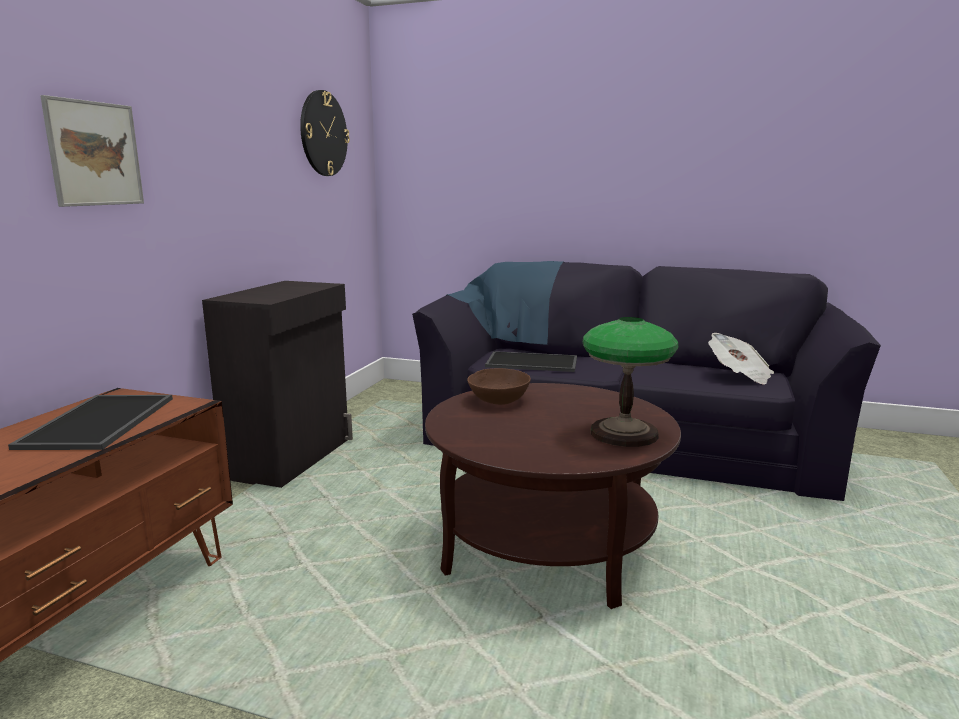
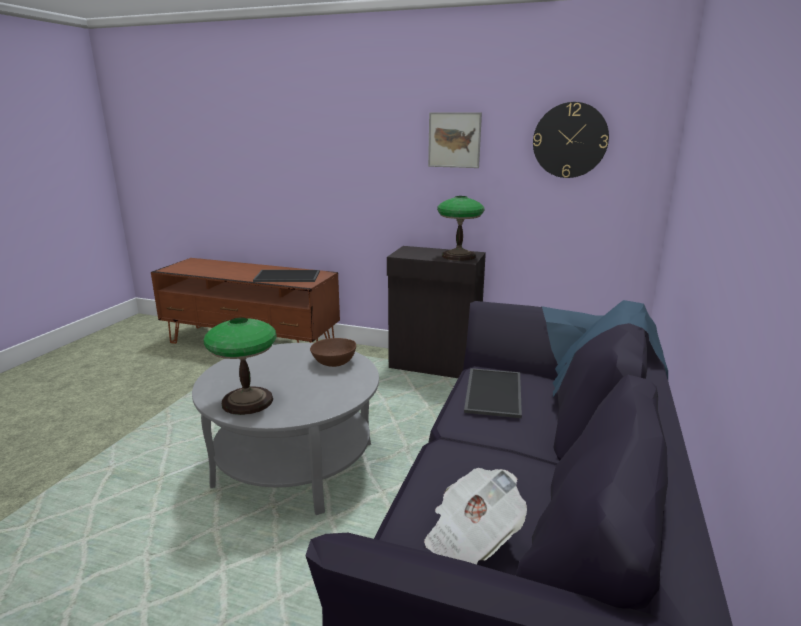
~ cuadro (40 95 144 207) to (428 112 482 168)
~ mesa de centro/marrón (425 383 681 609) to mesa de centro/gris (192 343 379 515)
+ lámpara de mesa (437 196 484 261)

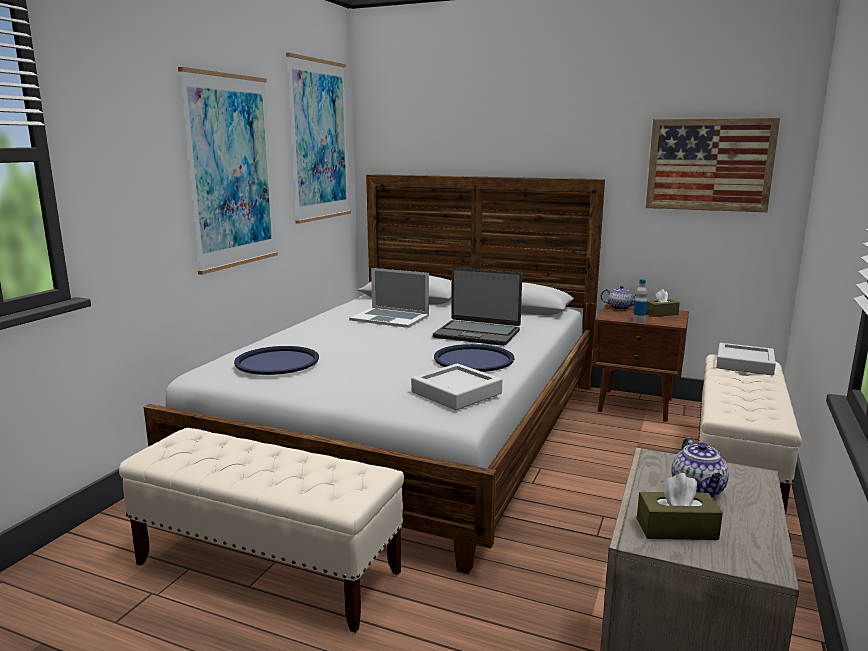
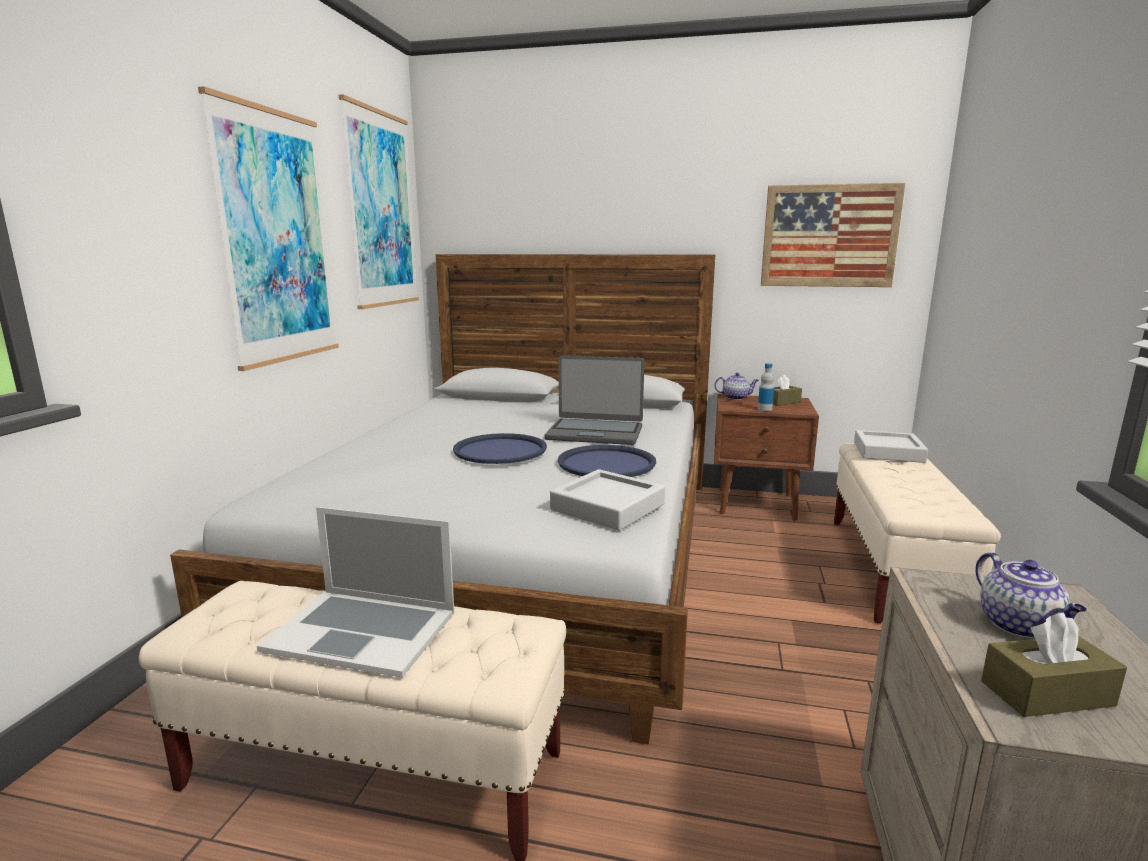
~ bandeja/azul (234 346 319 375) to (453 433 547 464)
~ portátil (349 268 429 328) to (257 507 454 678)

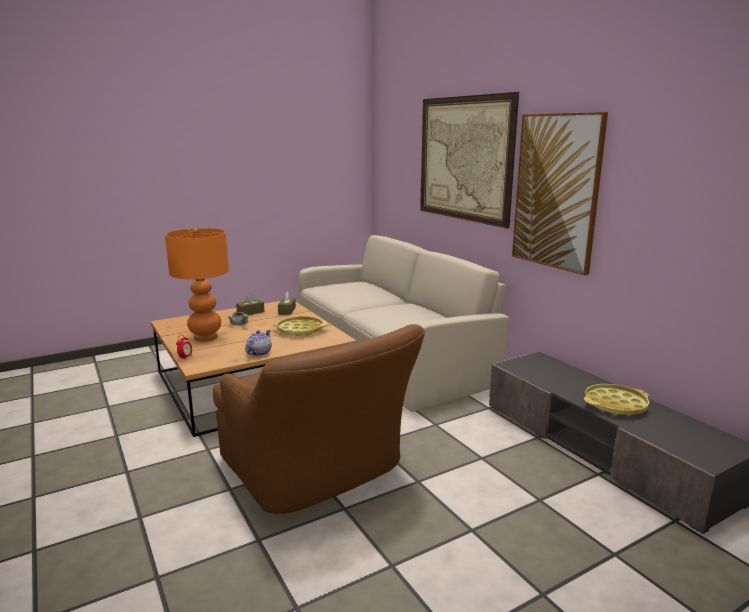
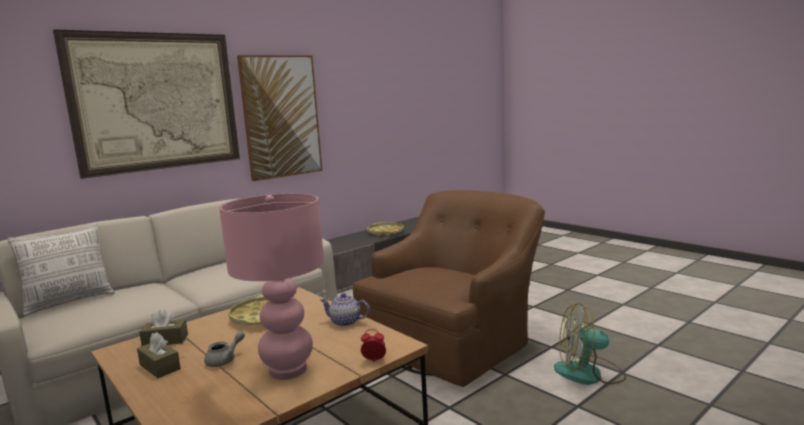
~ lámpara de mesa/naranja (165 228 229 342) to lámpara de mesa/rosa (219 193 324 380)
+ cojín (7 224 115 316)
+ ventilador (554 303 626 385)

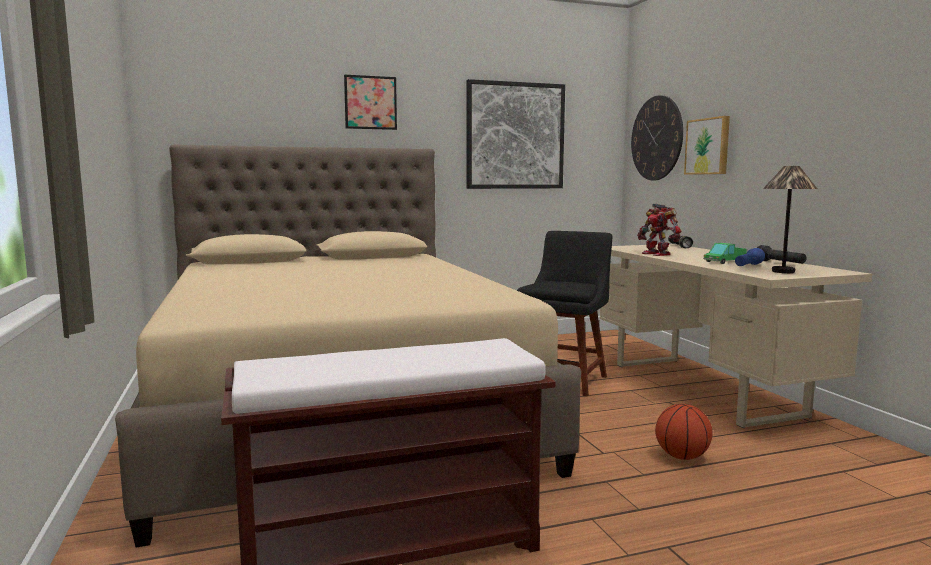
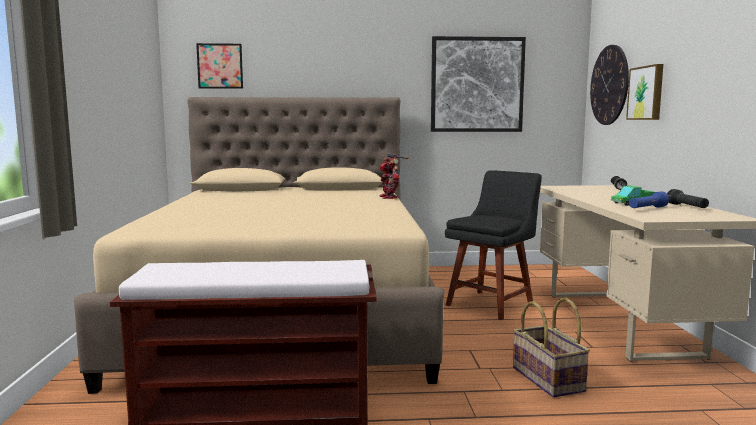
~ cuadro (344 75 397 130) to (196 43 243 89)
~ robot de juguete (637 203 681 256) to (379 153 409 199)
~ balón de baloncesto (655 404 712 460) to cesta (513 297 590 397)
- lámpara de mesa (763 166 817 273)

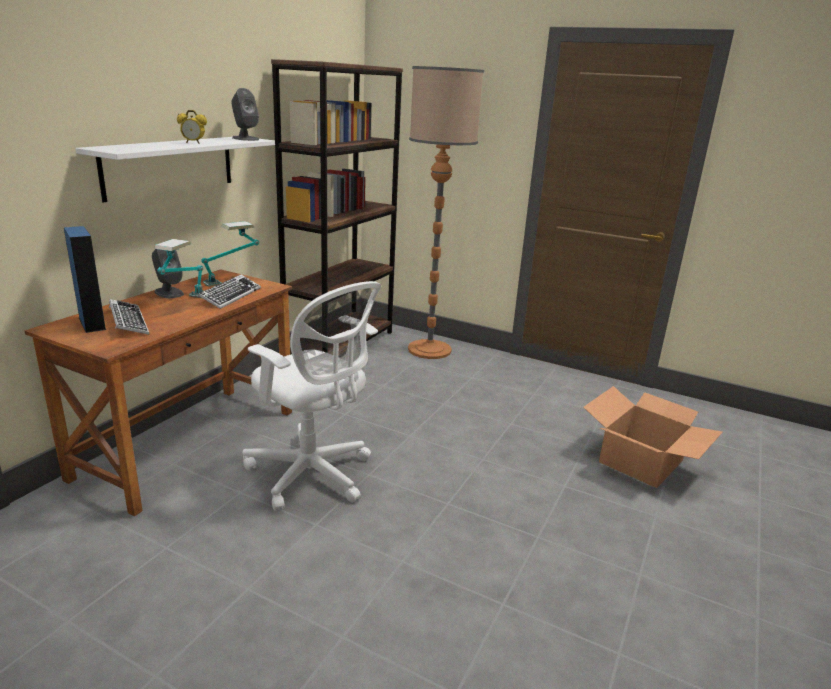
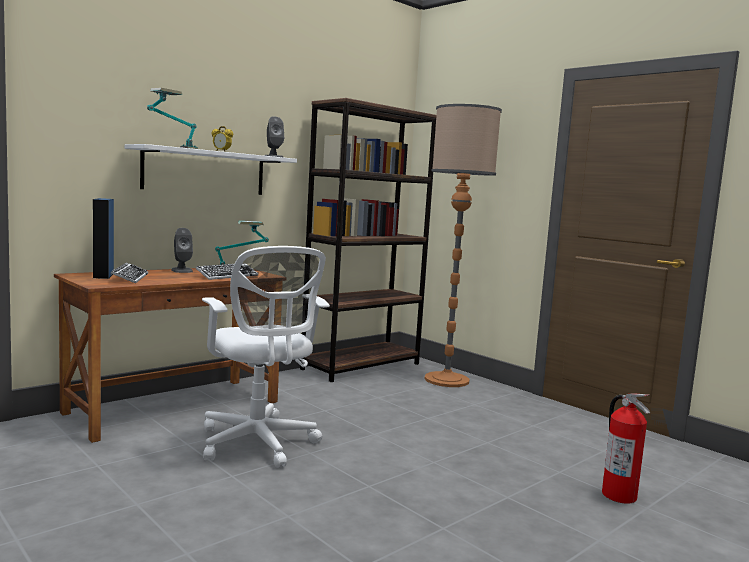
~ lámpara de mesa (154 239 203 298) to (147 88 198 149)
~ caja de cartón (583 386 723 488) to extintor (602 393 650 504)

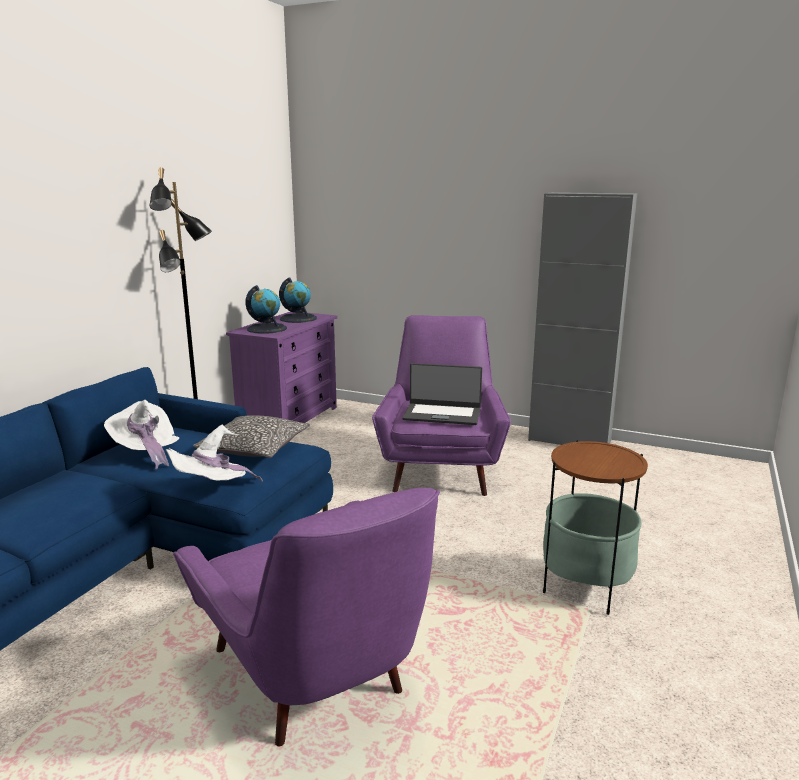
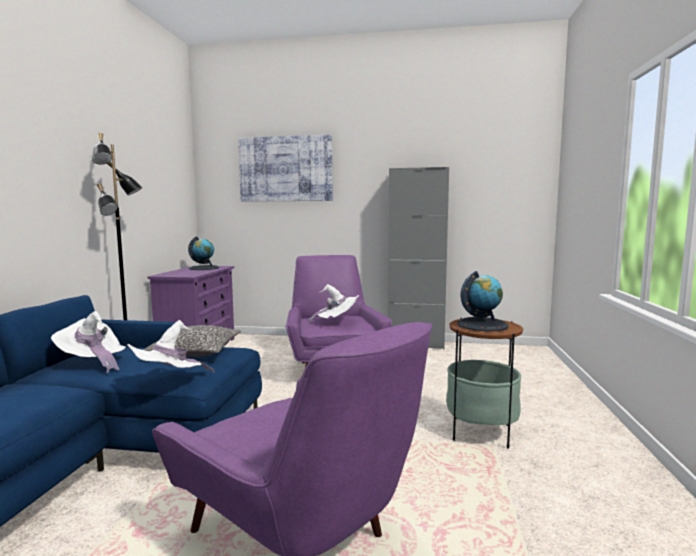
~ globo terráqueo (245 285 287 334) to (457 271 509 331)
~ portátil (402 363 482 425) to sombrero/blanco (308 284 359 324)
+ cuadro (238 135 332 202)

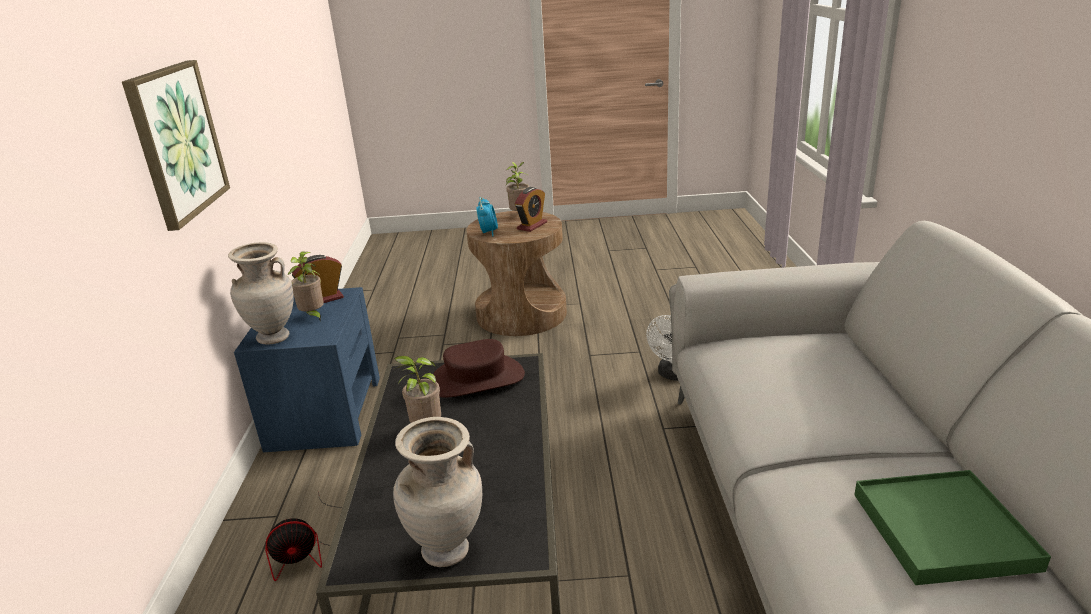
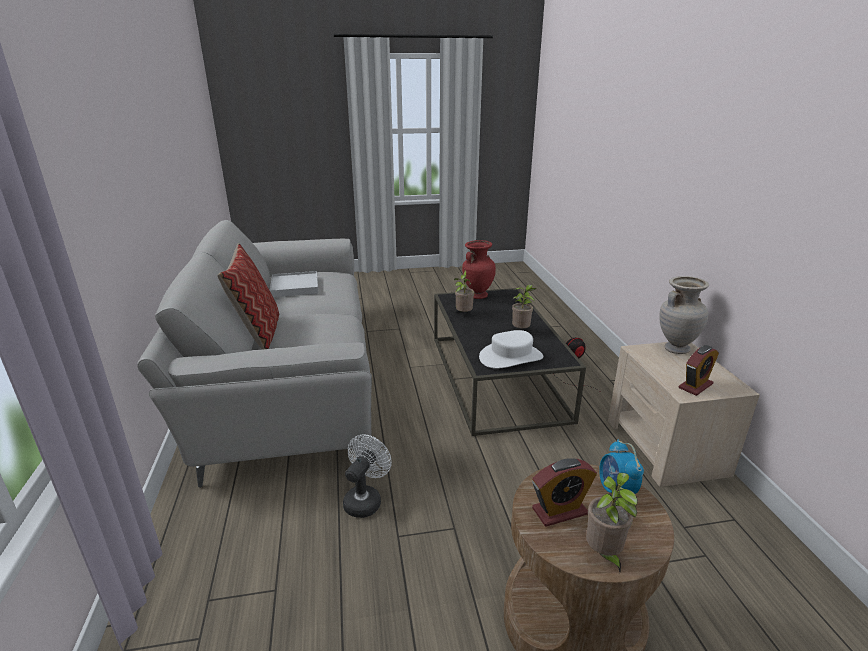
- cuadro (122 60 230 231)
~ mesita de noche/azul (234 287 380 452) to mesita de noche/beis (608 342 760 487)
~ planta en maceta (288 252 324 321) to (454 270 474 312)
~ florero/beis (393 417 482 567) to florero/rojo (462 240 496 299)
~ sombrero/marrón (433 339 525 397) to sombrero/blanco (479 330 543 369)
~ despertador (515 187 547 232) = (532 458 597 527) 135 degrees counterclockwise
~ bandeja/verde (854 470 1051 585) to bandeja/blanco (270 271 318 297)
+ cojín (217 243 279 349)

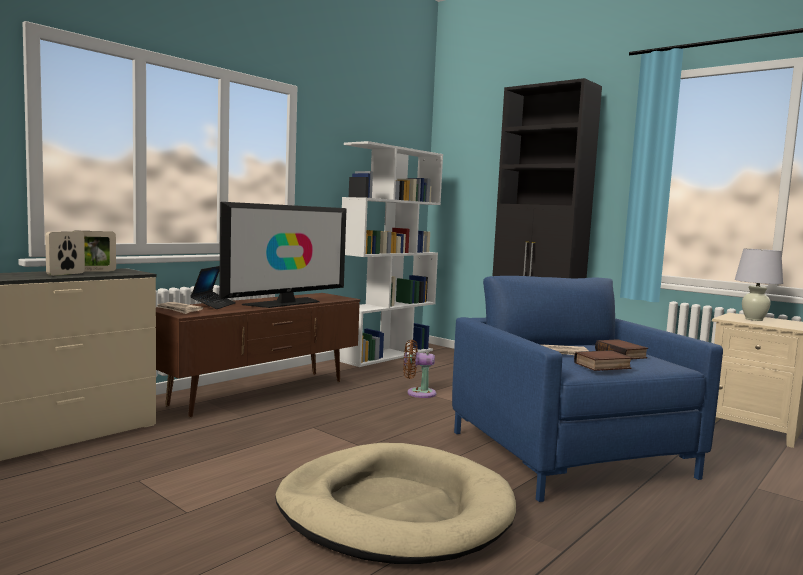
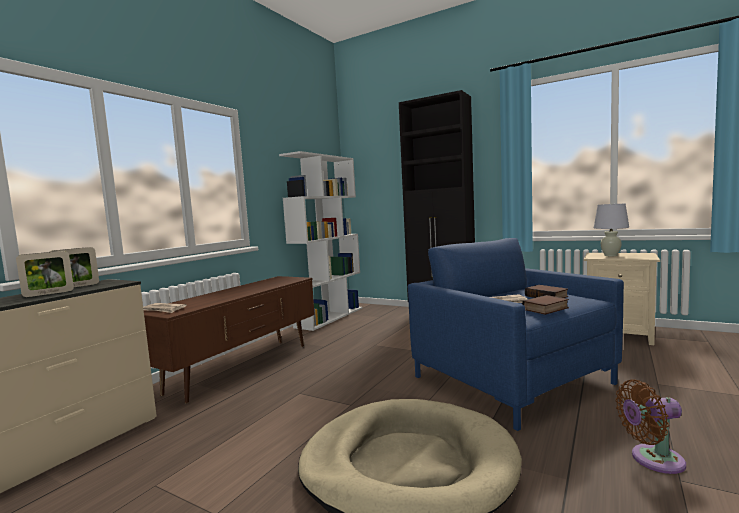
~ portarretratos (45 231 85 276) = (16 251 74 297) 135 degrees counterclockwise
- portátil (190 266 236 309)
- televisor (219 202 347 308)
~ ventilador/marrón (403 339 437 398) to (615 380 686 474)

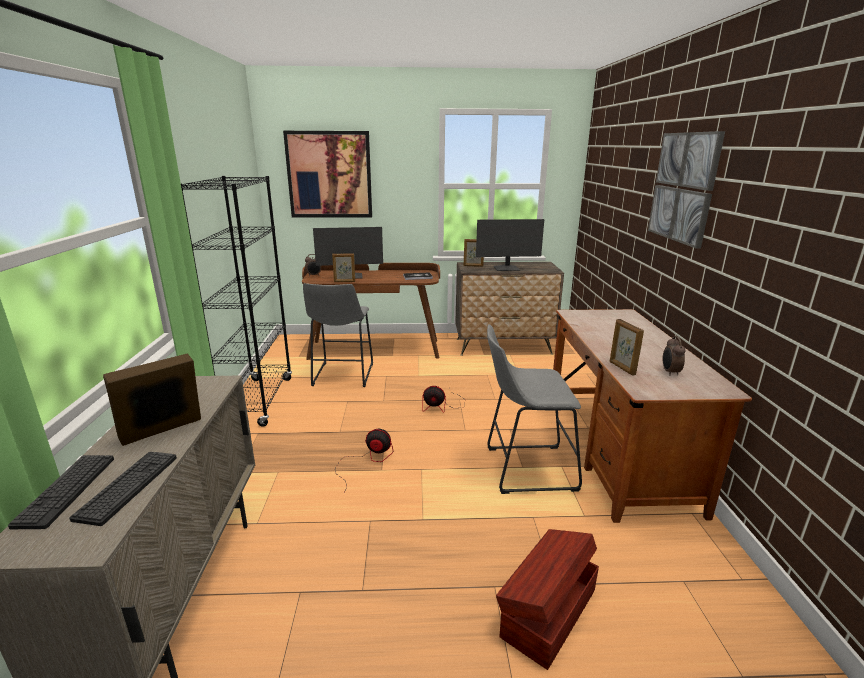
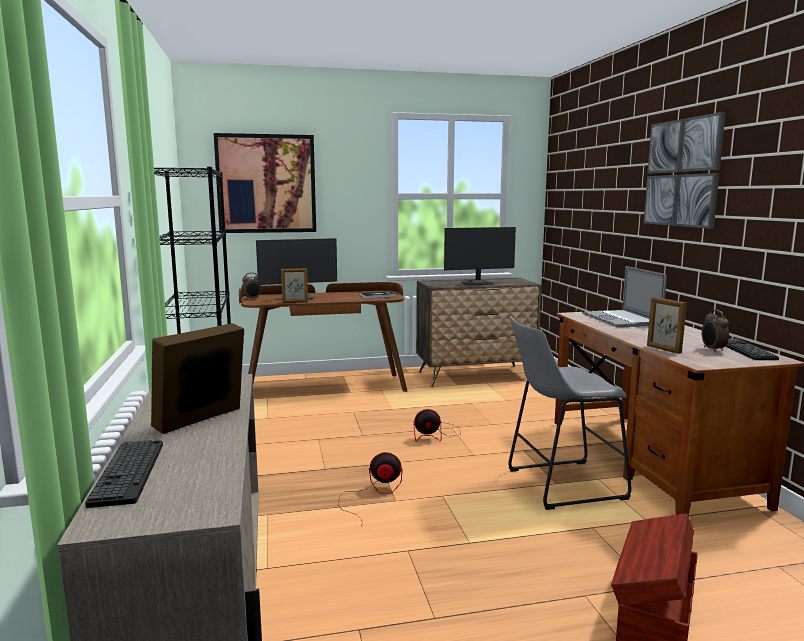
~ teclado (69 452 177 526) to (725 339 779 360)
- taburete/gris (303 283 373 387)
- portarretratos (464 239 484 267)
+ portátil (582 266 667 327)

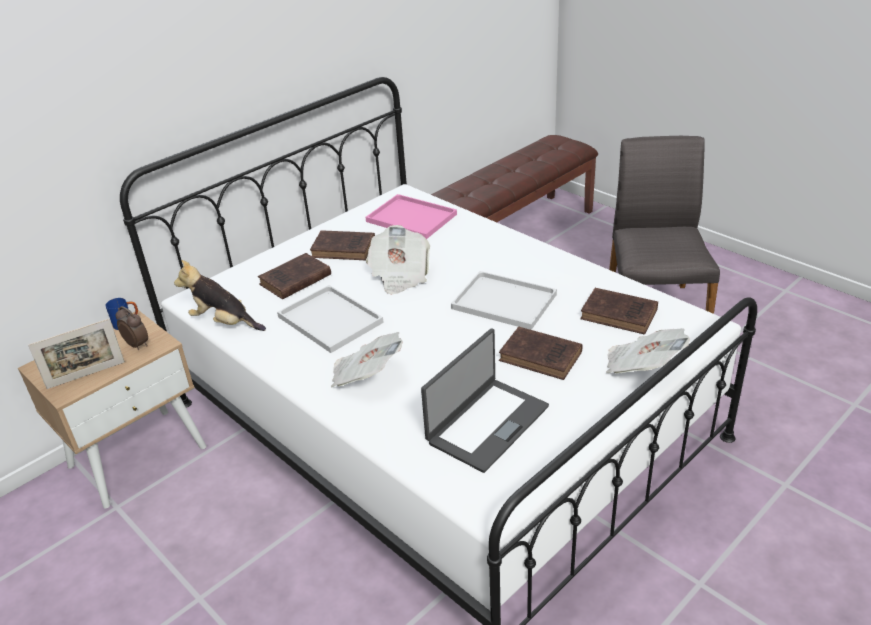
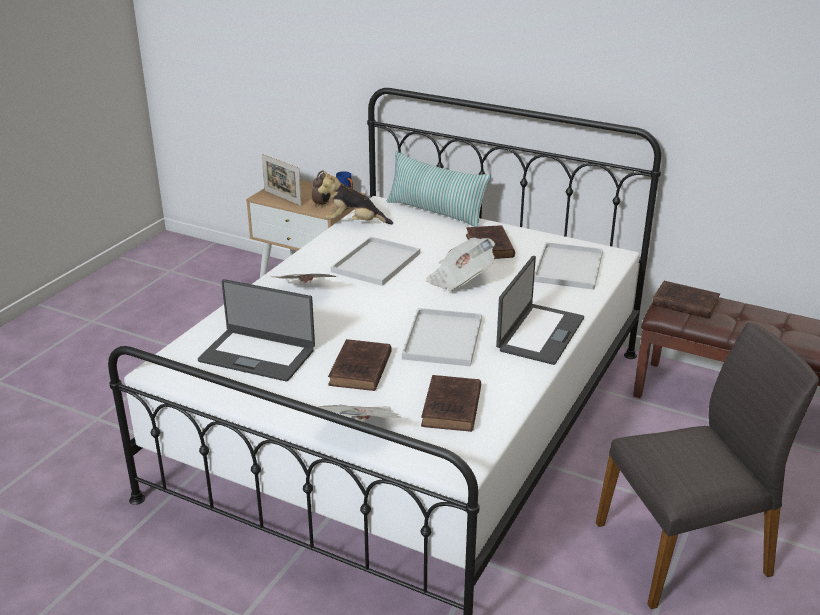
~ peluche (174 260 266 331) = (318 171 393 224) 90 degrees counterclockwise
~ libro/marrón (258 253 331 299) to (652 281 720 319)
~ bandeja/rosa (366 194 457 239) to bandeja/blanco (534 242 603 290)
+ cojín (387 151 491 227)
+ portátil (496 256 584 365)

